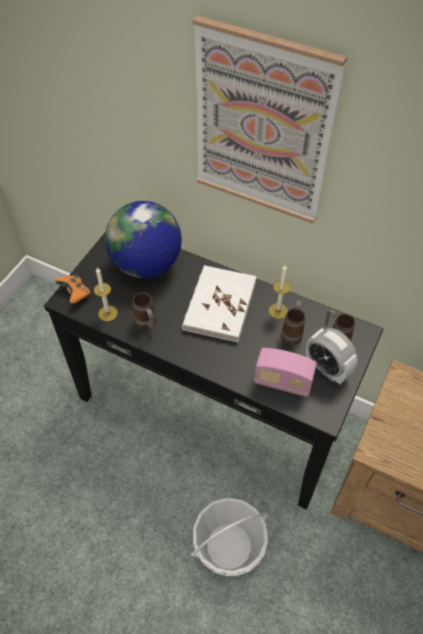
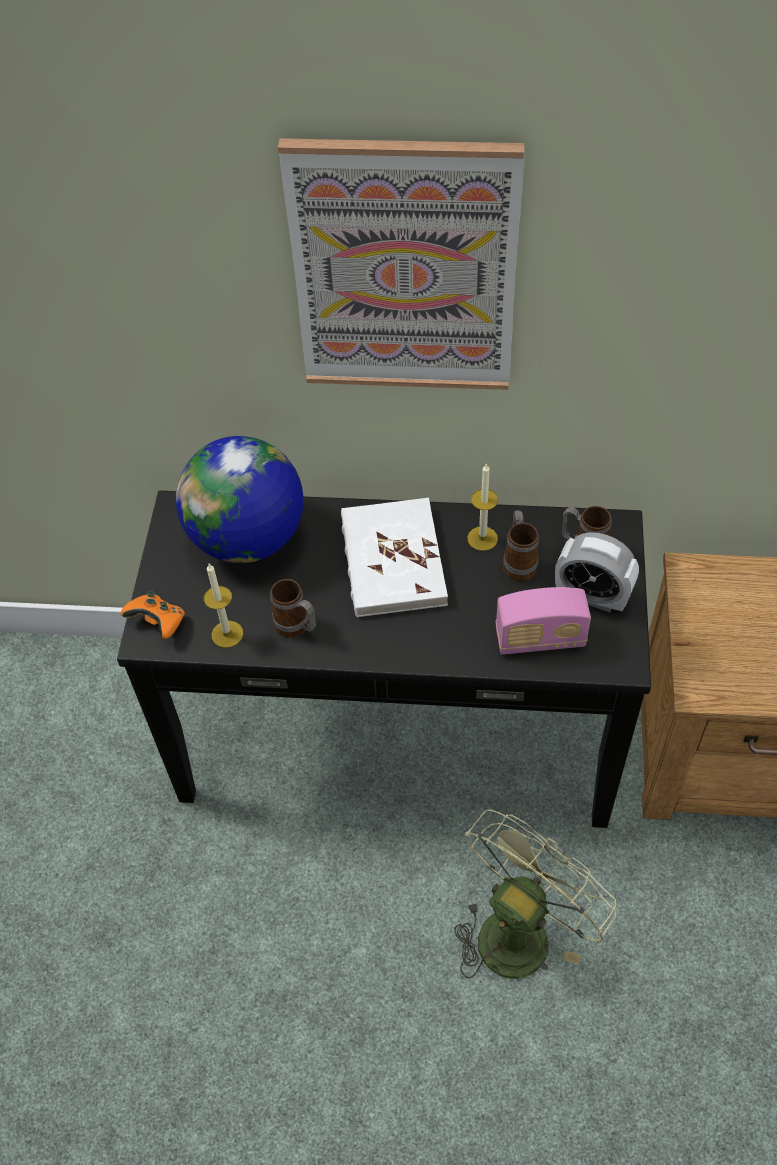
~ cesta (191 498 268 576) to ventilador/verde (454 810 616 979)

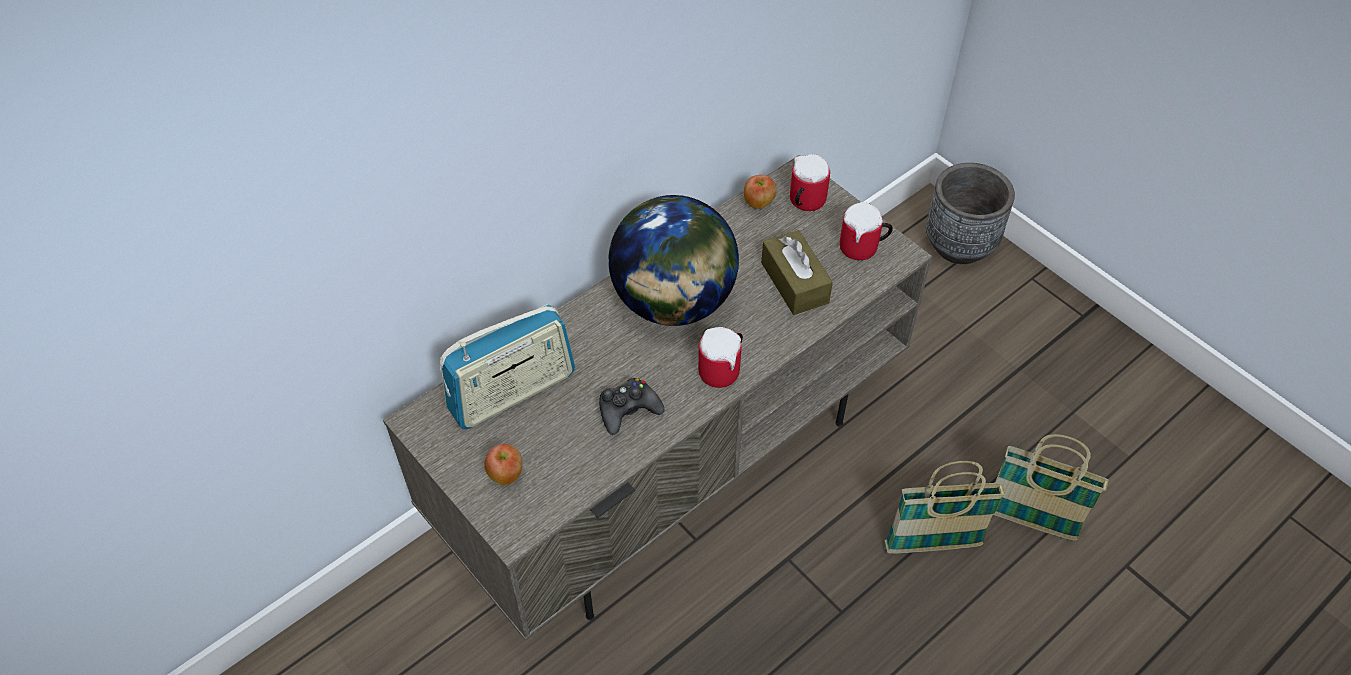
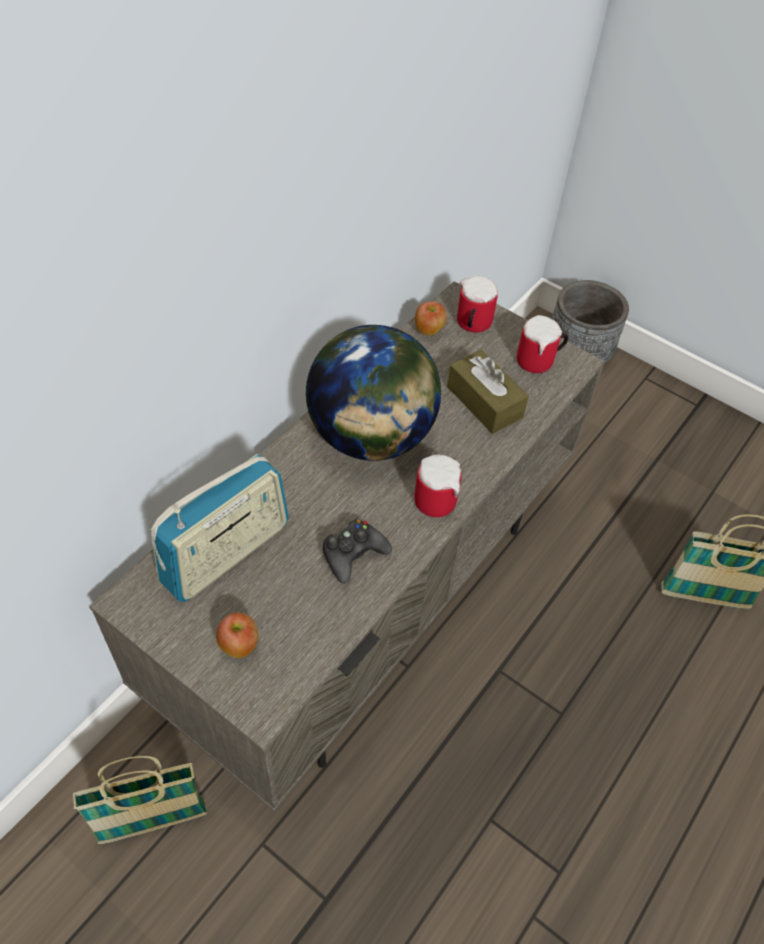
~ cesta (885 461 1005 554) to (73 756 207 844)

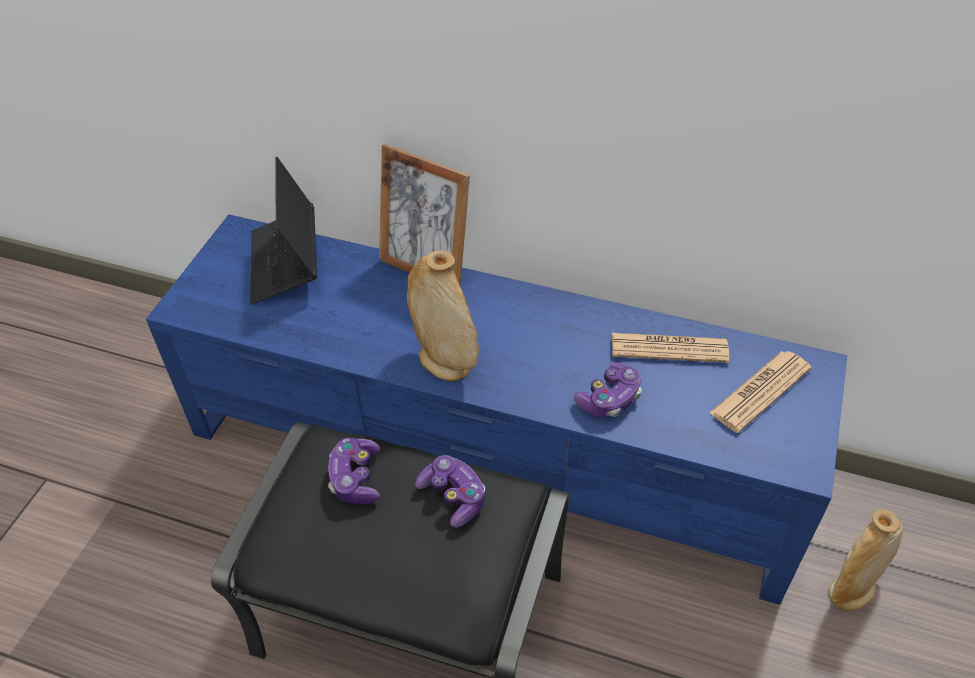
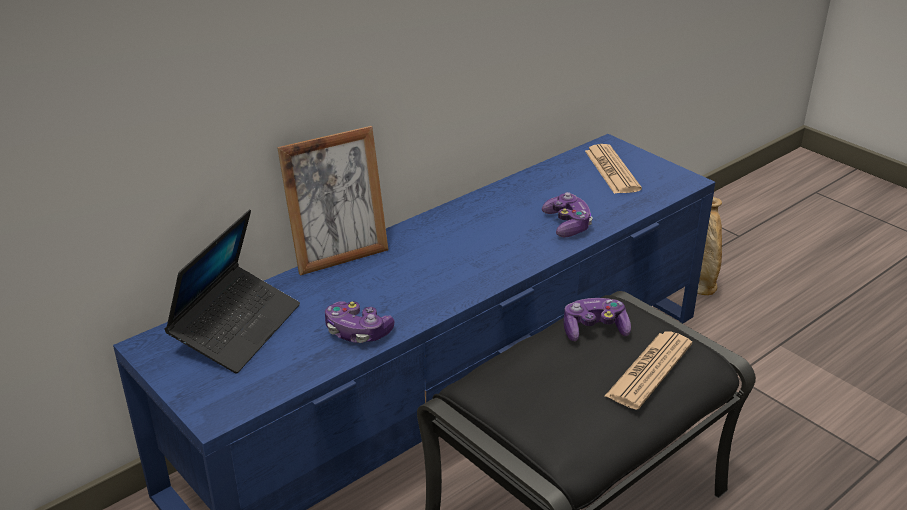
~ portátil (250 157 317 304) = (164 209 300 373) 90 degrees counterclockwise
~ mando de consola (328 438 380 504) to (325 302 394 343)
- florero/beis (407 250 479 381)
~ periódico (612 333 729 363) to (605 331 692 410)

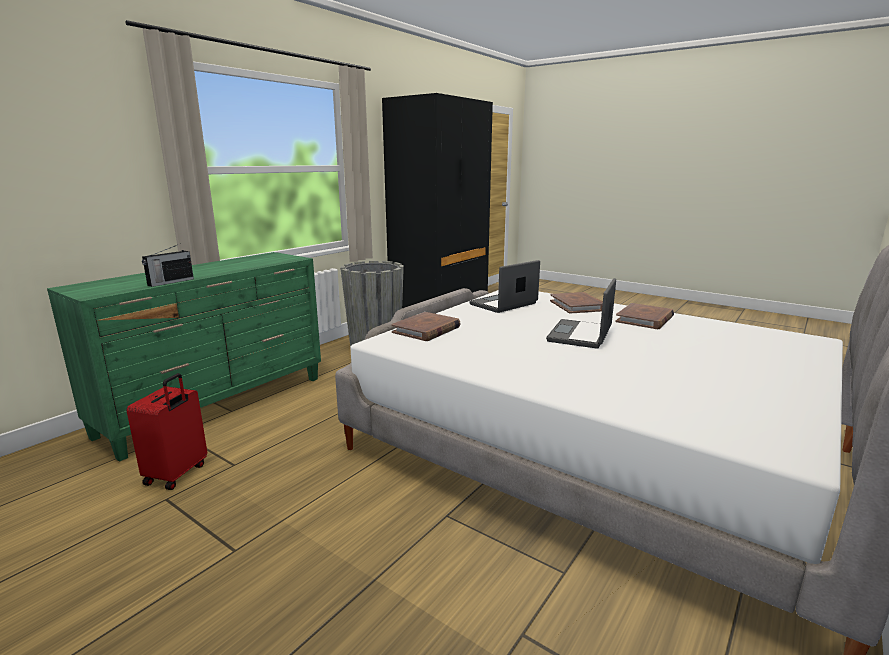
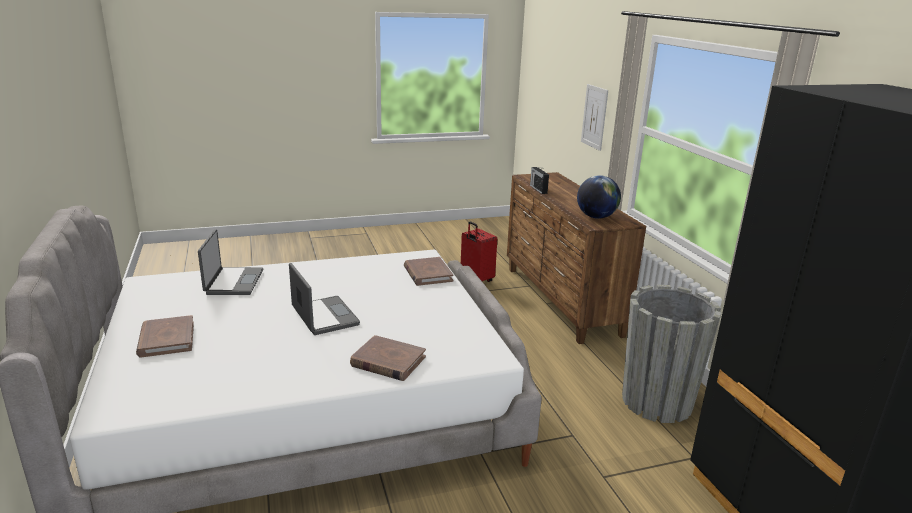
~ cómoda/verde (47 252 321 462) to cómoda/marrón (507 172 646 344)
~ portátil (469 260 540 313) to (198 229 263 295)
~ libro/marrón (615 303 674 329) to (136 315 194 358)
+ globo terráqueo (577 175 621 219)
+ cuadro (581 84 608 151)

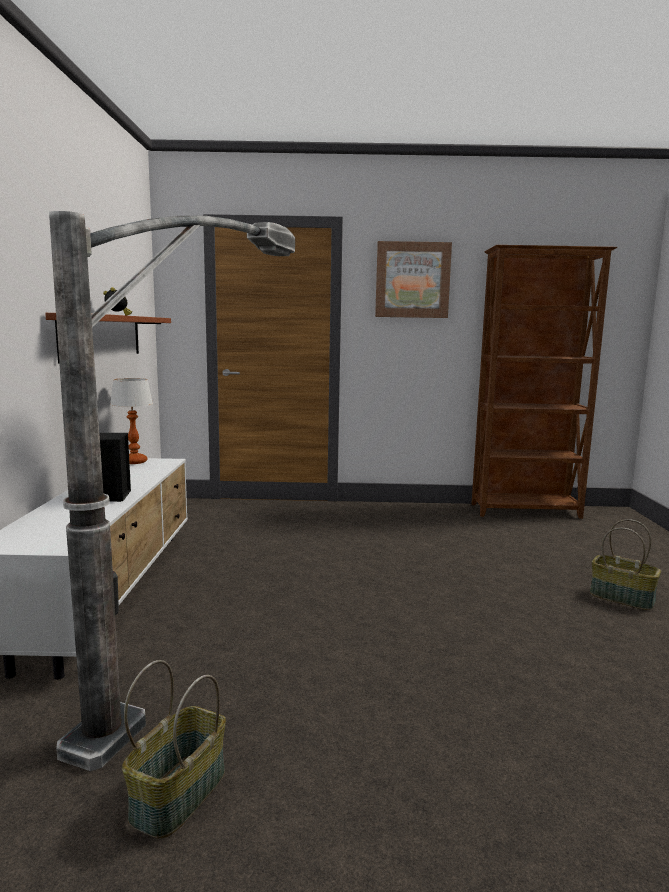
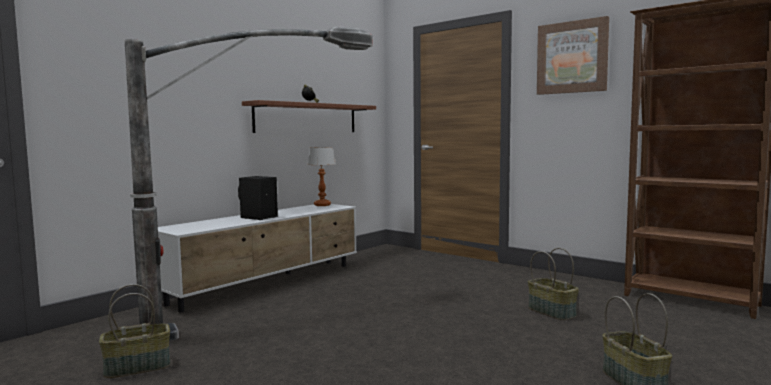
+ cesta (528 248 579 320)

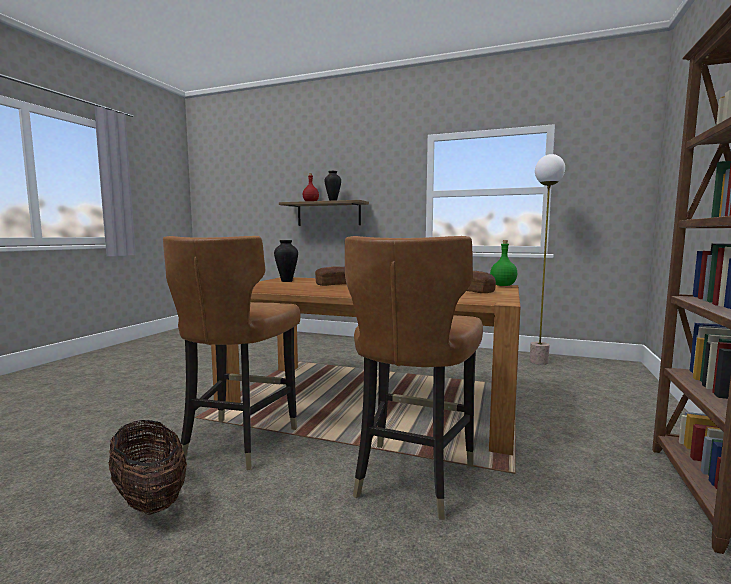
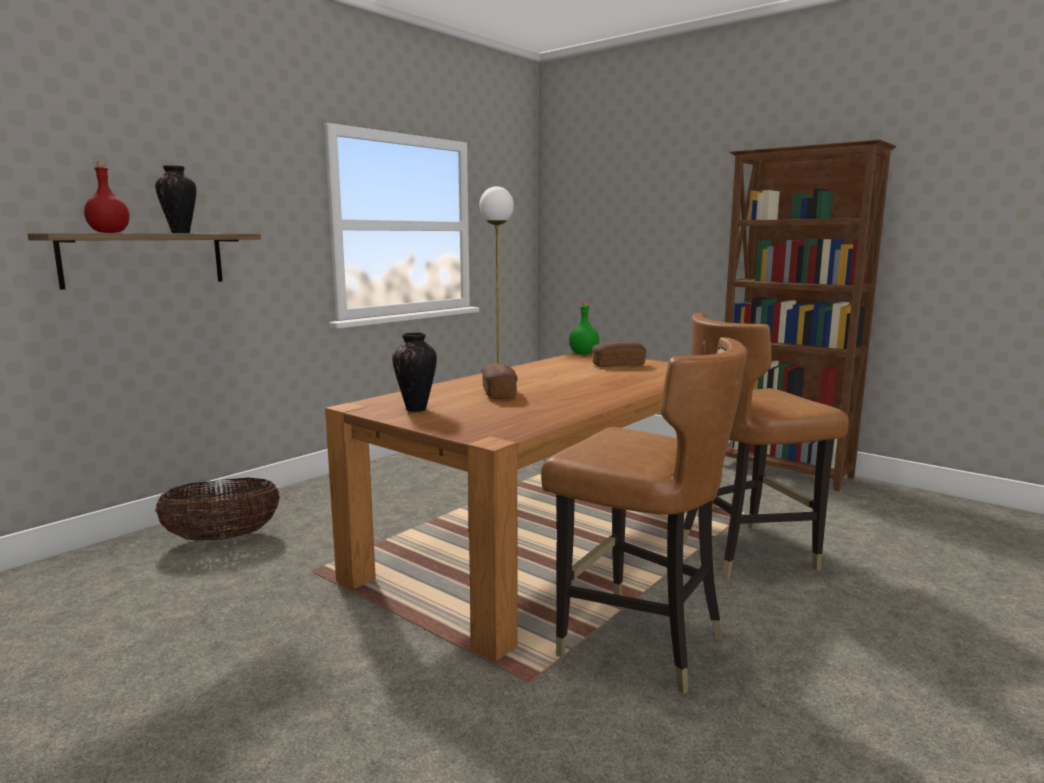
~ cesta (109 420 187 515) to (155 478 280 541)
~ silla/marrón (345 236 483 520) = (683 313 849 580) 120 degrees clockwise

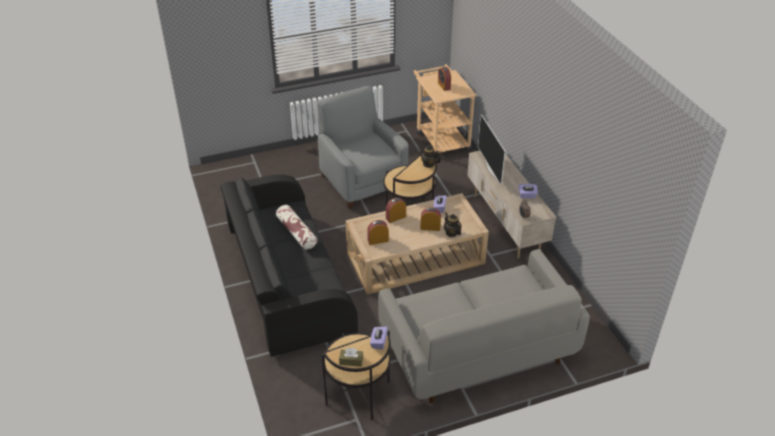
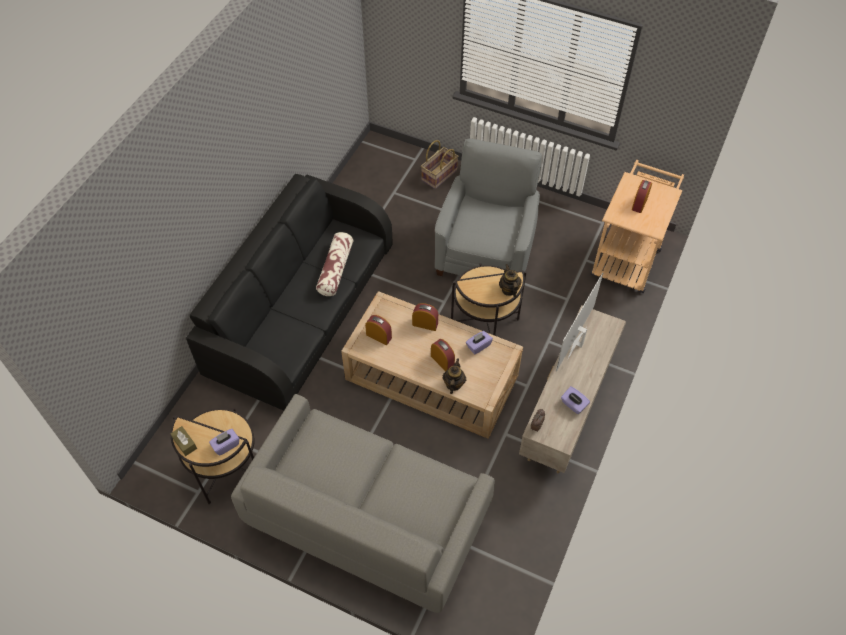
+ cesta (421 140 458 189)

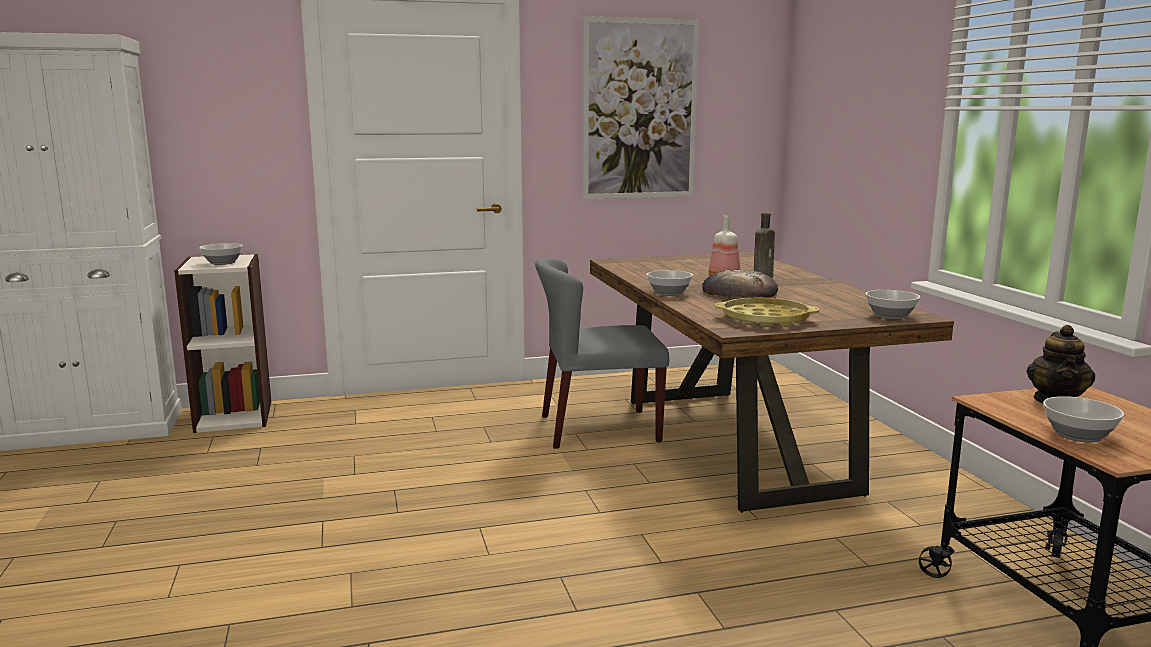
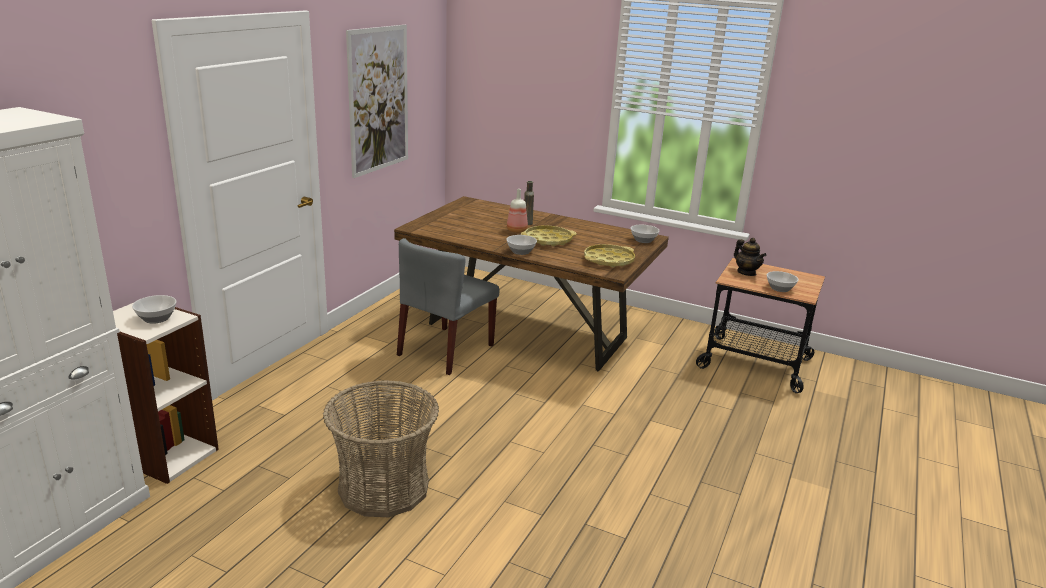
~ pan (702 270 778 298) to bandeja/amarillo (521 225 577 246)
+ cesta (323 380 439 517)

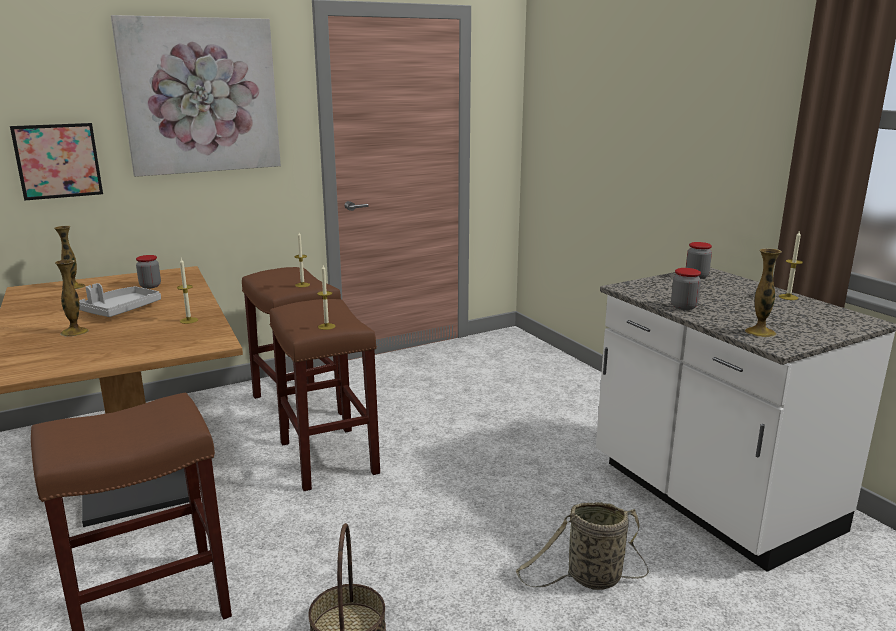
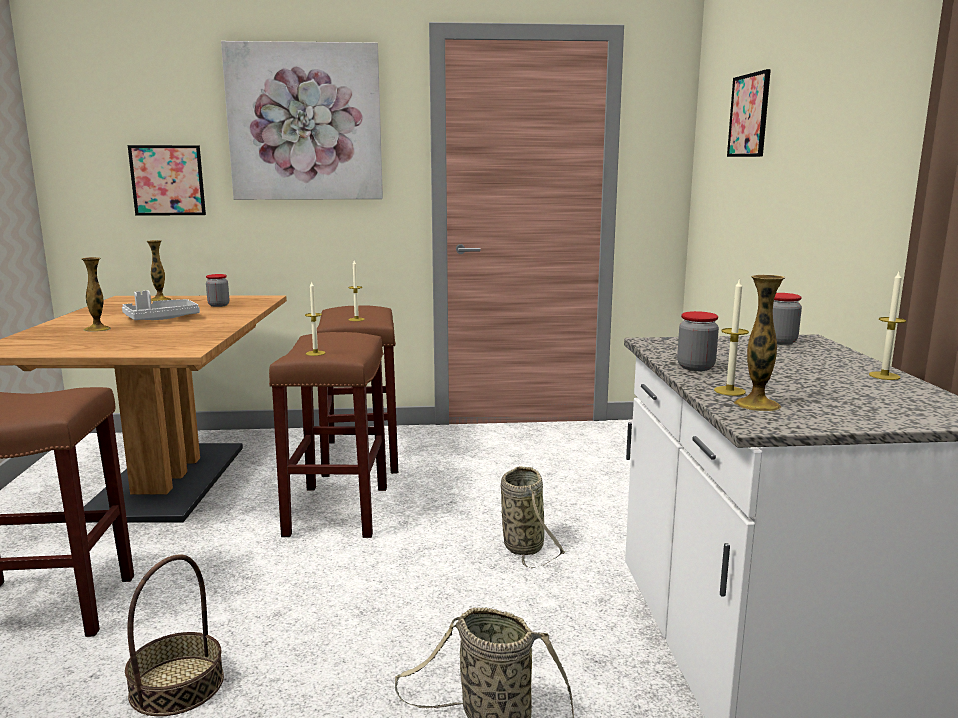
~ vela (177 259 198 324) to (714 278 749 396)
+ cesta (501 466 566 568)
+ cuadro (727 69 771 157)

